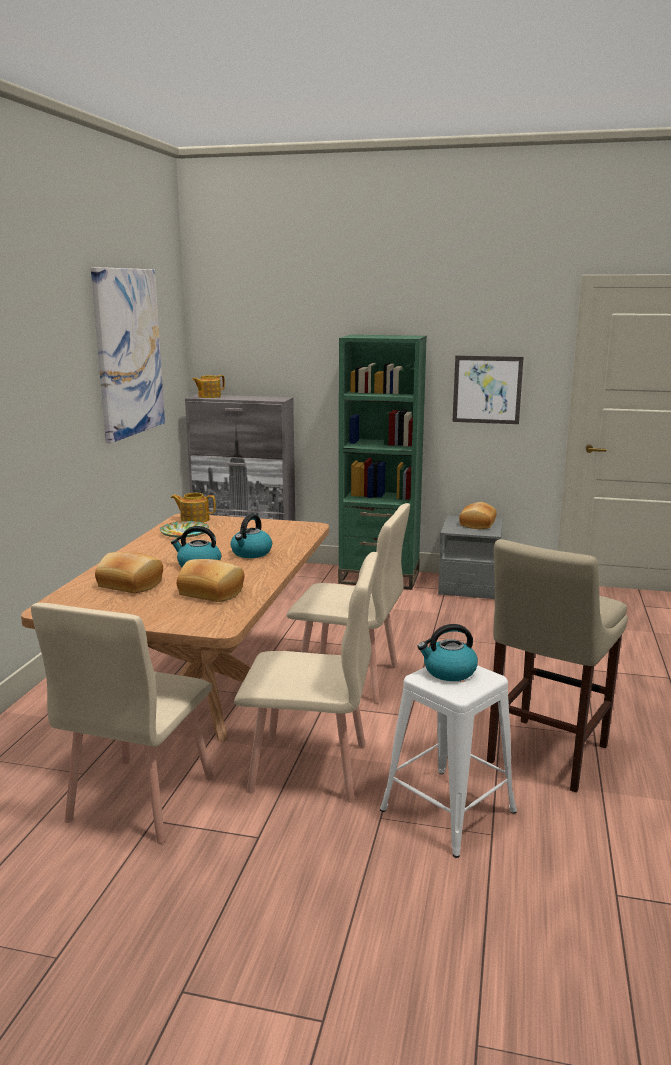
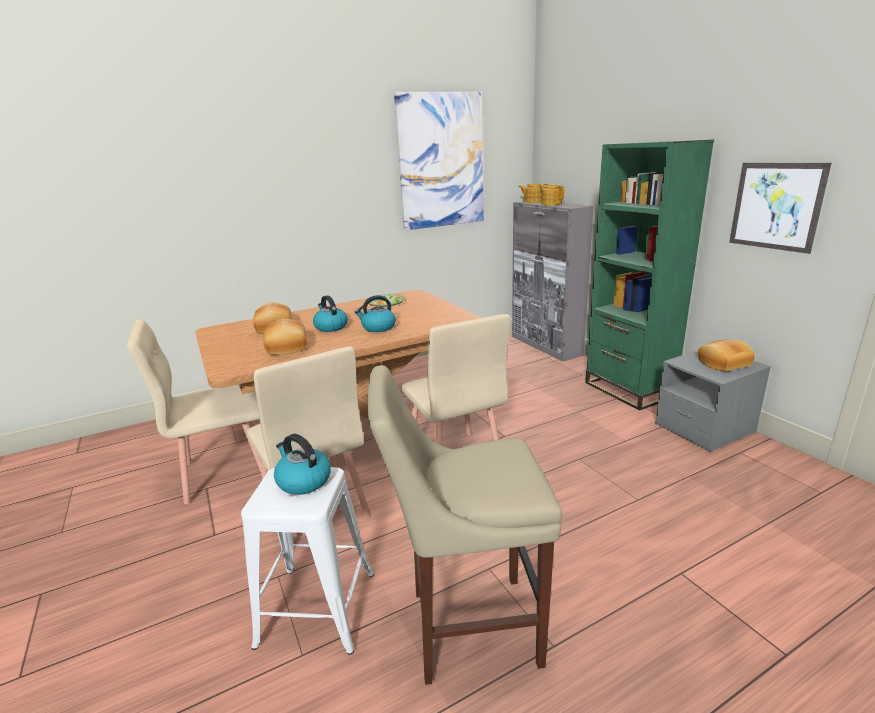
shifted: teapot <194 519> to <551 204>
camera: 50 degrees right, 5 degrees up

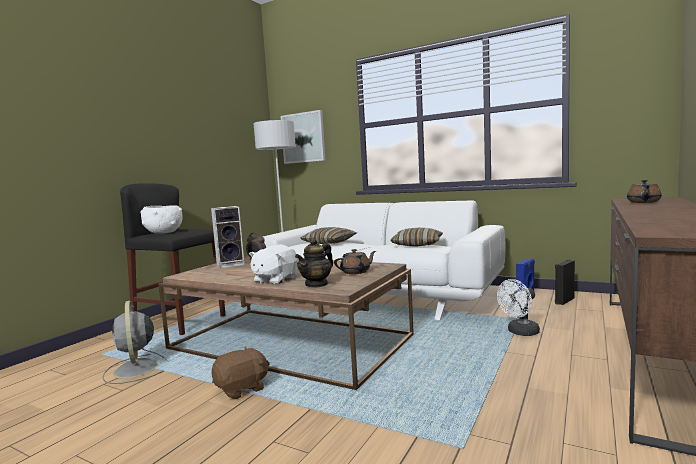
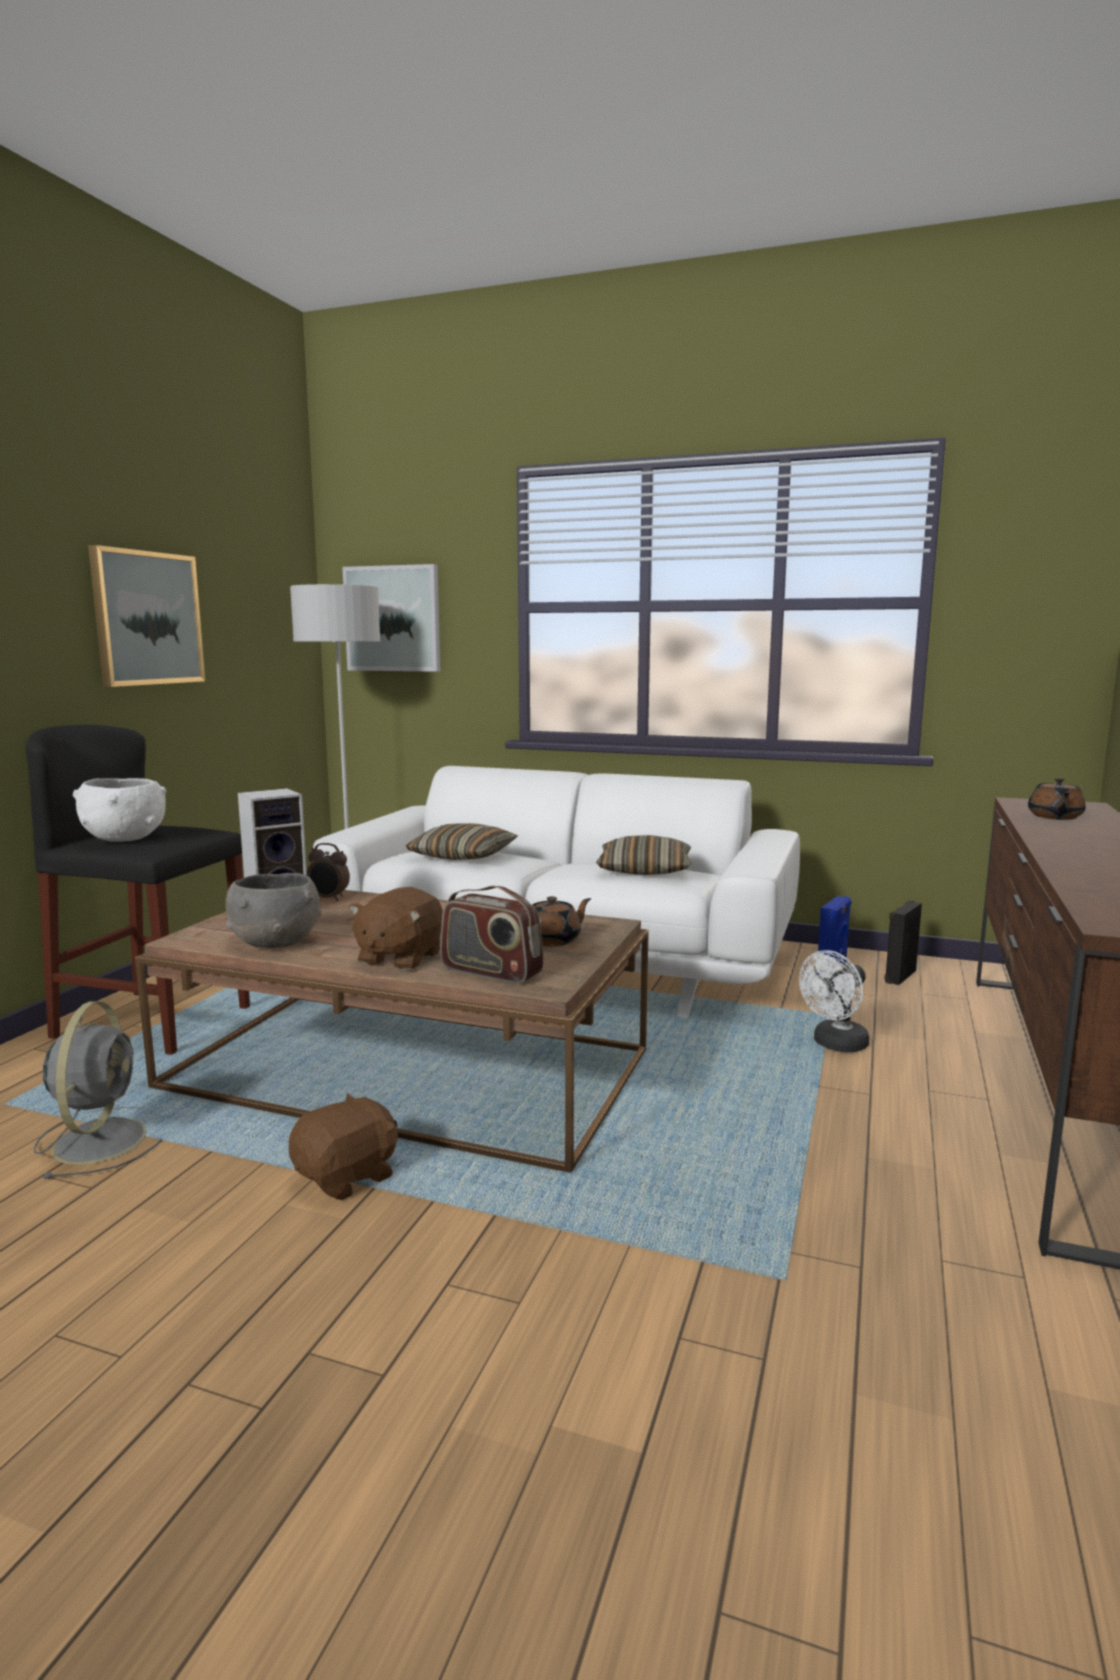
new: picture <147 618>; bowl/grey <275 942>
swapped: teapot <317 284> to radio <490 972>
repainted: plush toy/white <275 280> to plush toy/brown <399 958>
rotated: fan/grey <136 369> = <102 1139> 150 degrees counterclockwise
camera: 10 degrees left, 5 degrees up

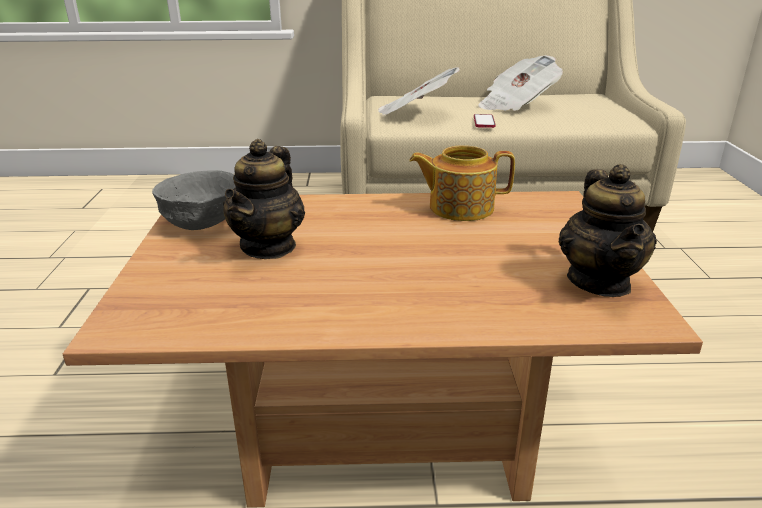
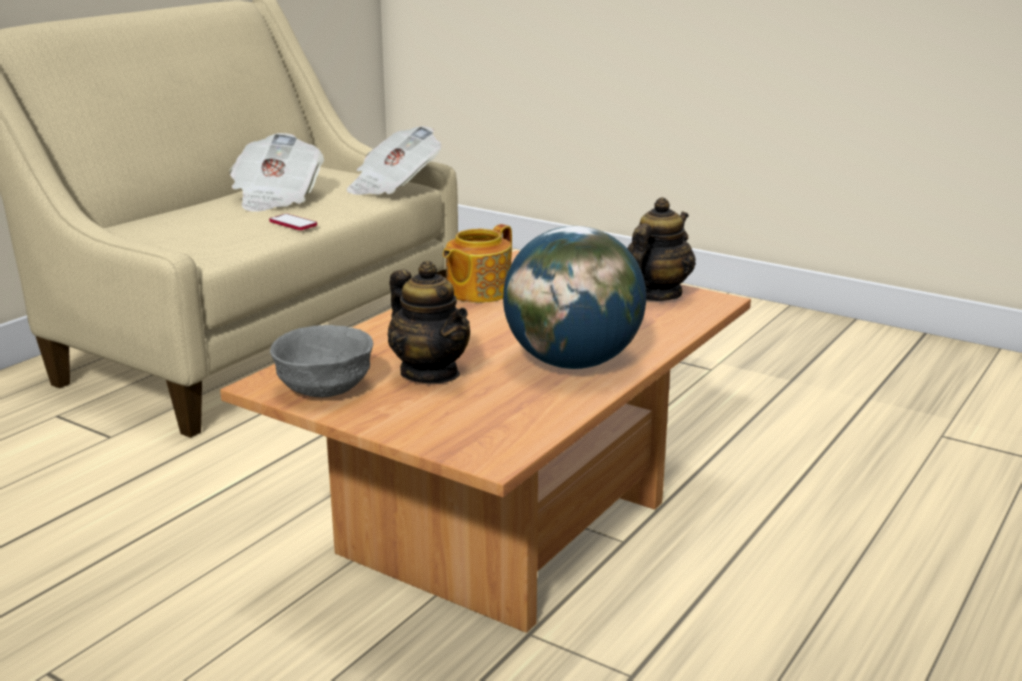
new: globe <572 362>
shifted: newspaper <415 114> to <393 187>
rotated: teapot <599 281> = <656 294> 90 degrees counterclockwise
camera: 55 degrees left, 5 degrees down

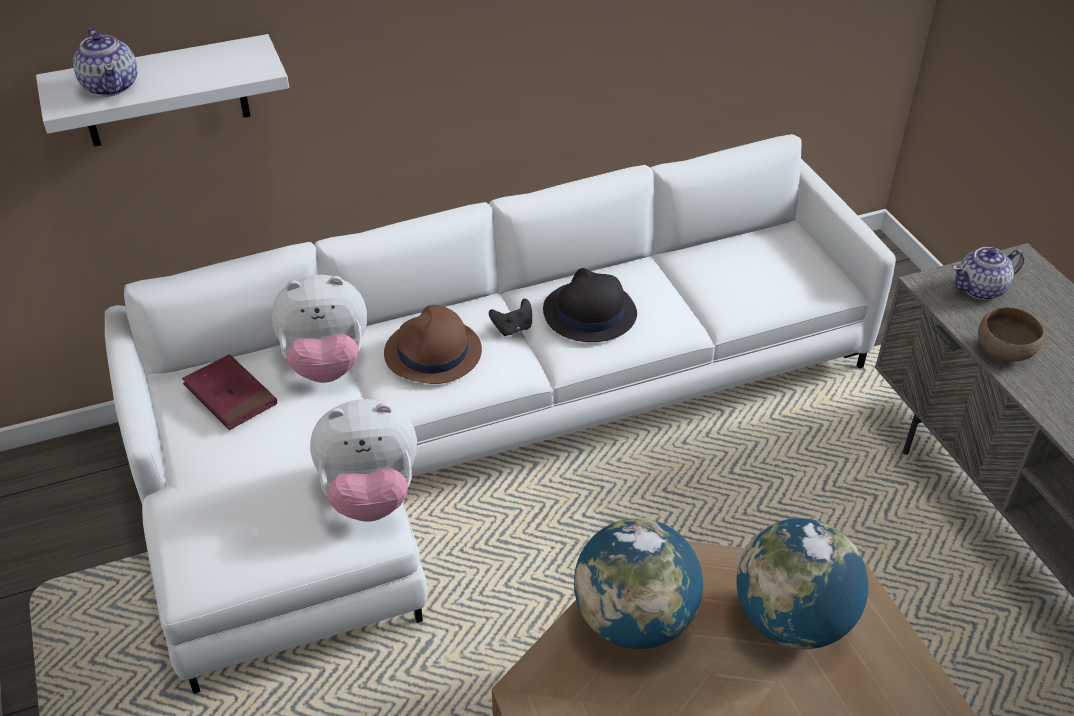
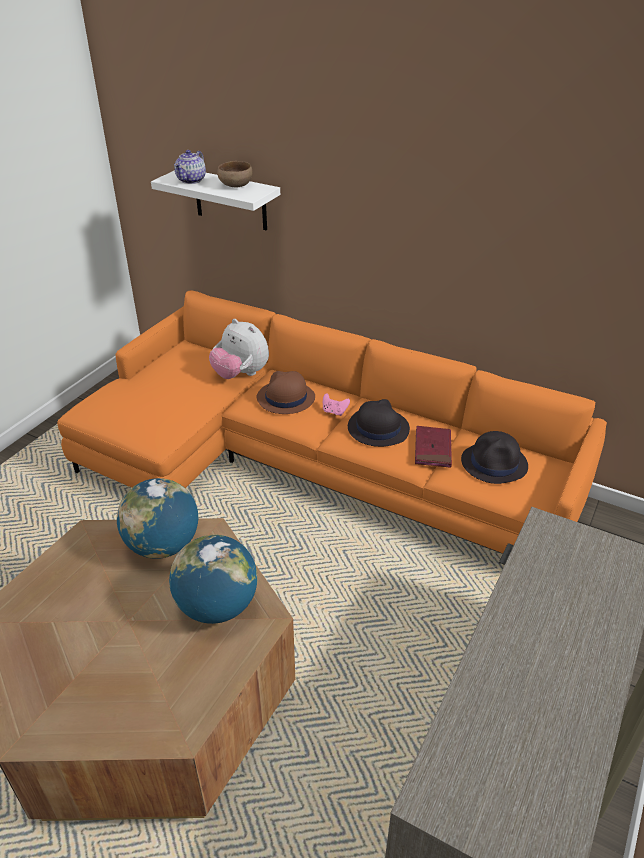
gone: plush toy <370 495>; teapot <981 289>
new: hat/black <494 463>
shifted: bowl/brown <1005 352> to <235 186>; book/red <230 395> to <432 449>
repainted: sofa/white <485 427> to sofa/orange <312 465>; game controller/black <513 328> to game controller/pink <334 412>
camera: 50 degrees right, 5 degrees down

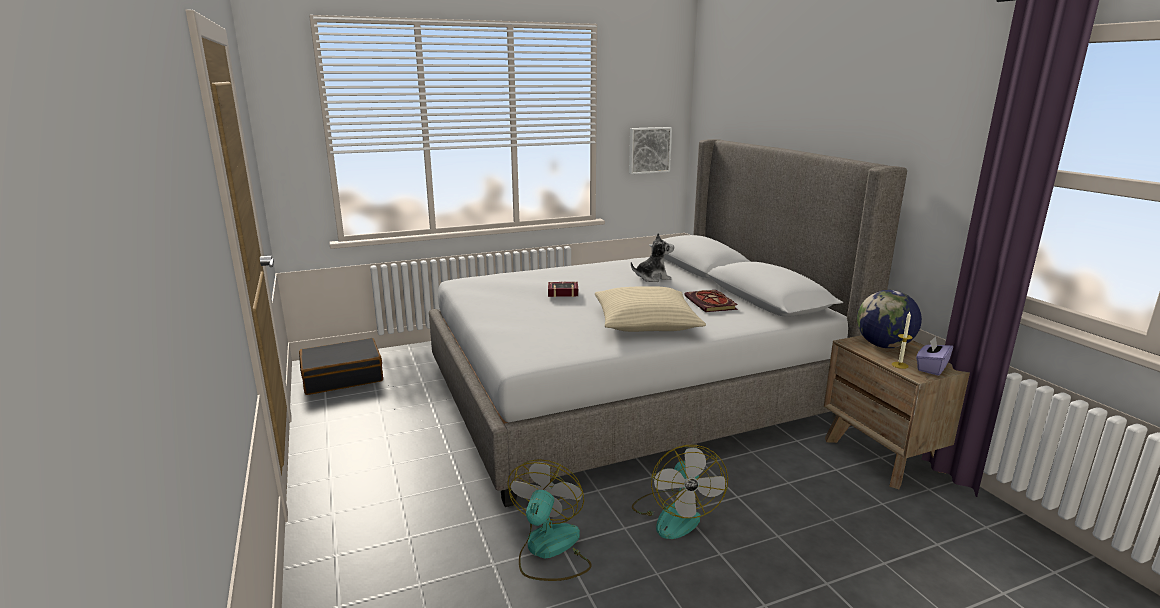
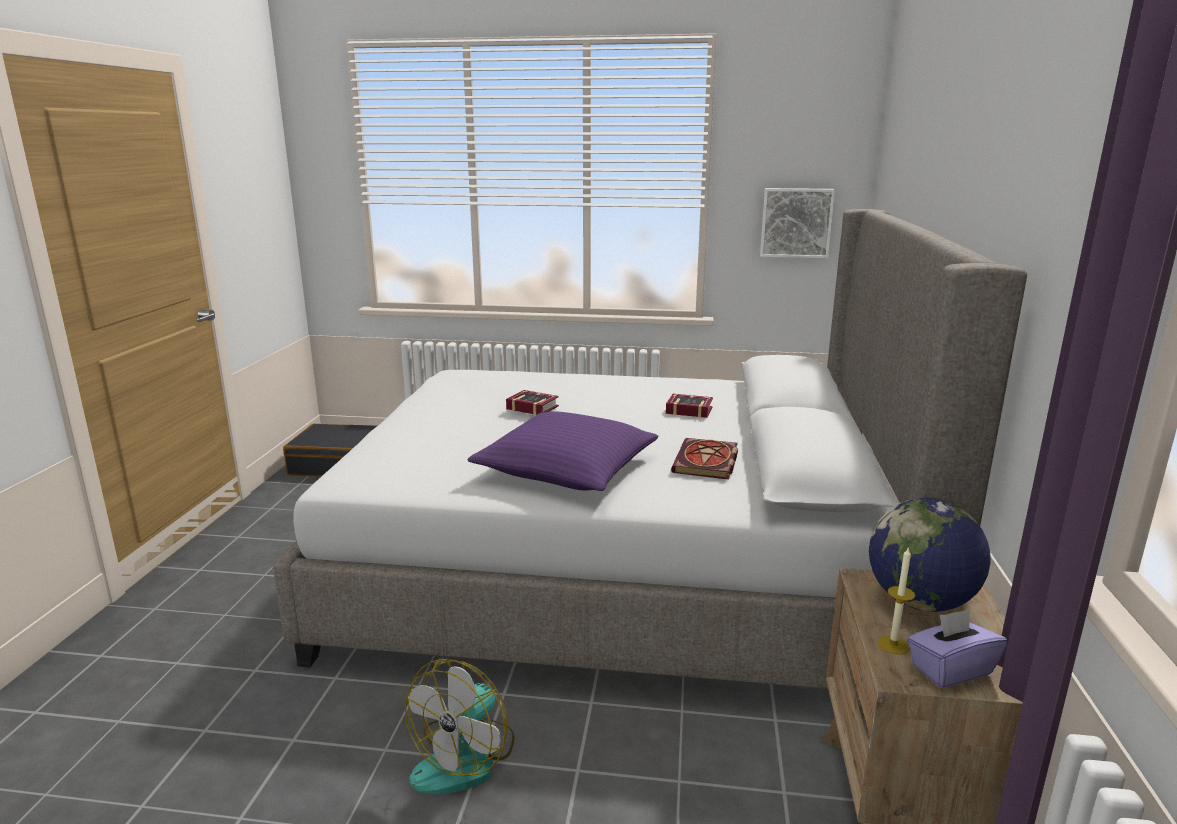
gone: fan <549 550>
swapped: plush toy <652 278> to book <687 410>
repainted: pillow/beige <645 322> to pillow/purple <567 468>
camera: 30 degrees right, 0 degrees up

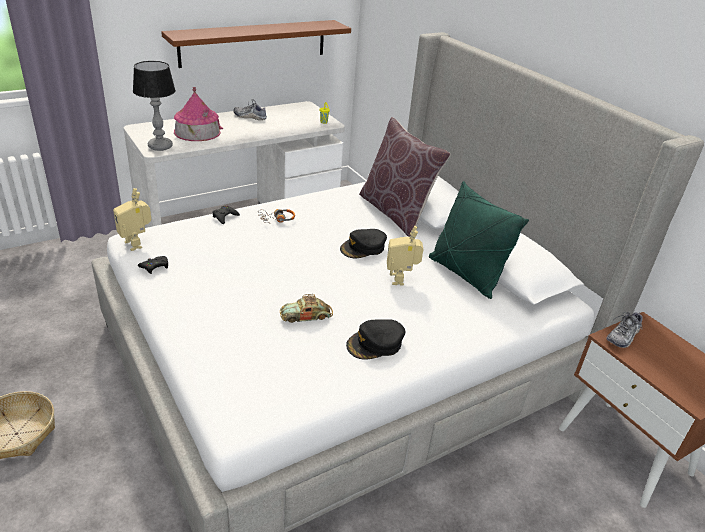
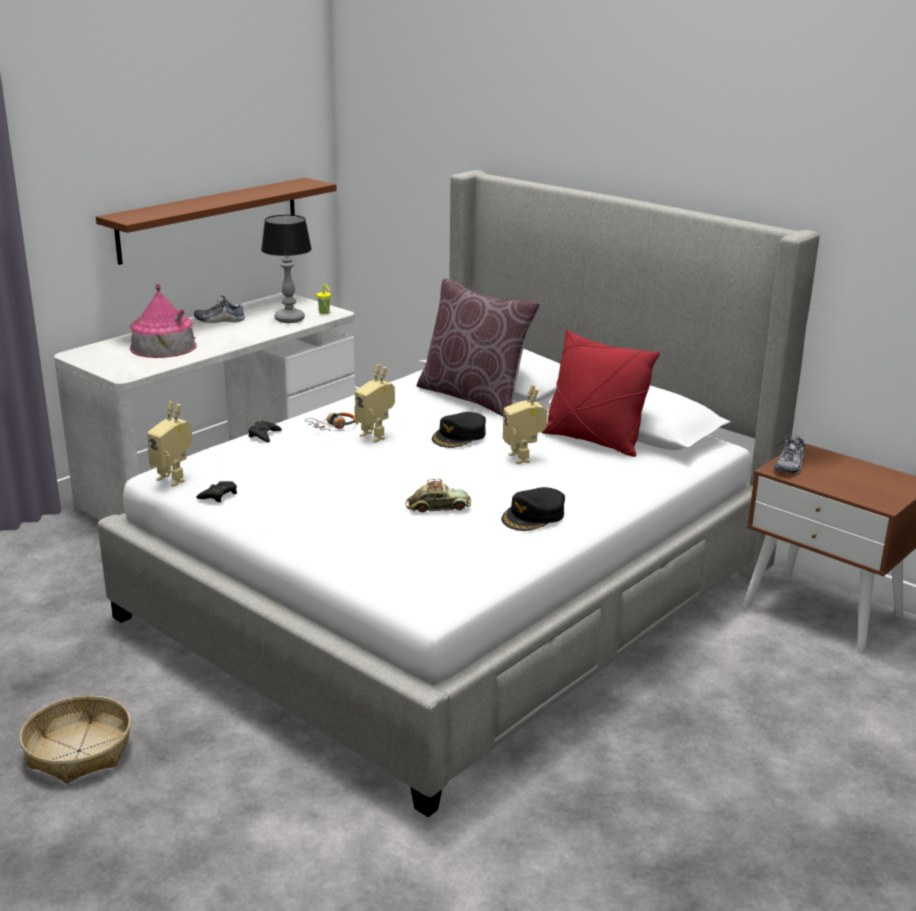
new: toy robot <376 436>
shifted: table lamp <161 146> to <290 319>
repainted: pillow/green <465 275> to pillow/red <593 441>
rotated: toy car <306 315> = <438 507> 150 degrees counterclockwise
camera: 15 degrees left, 10 degrees down

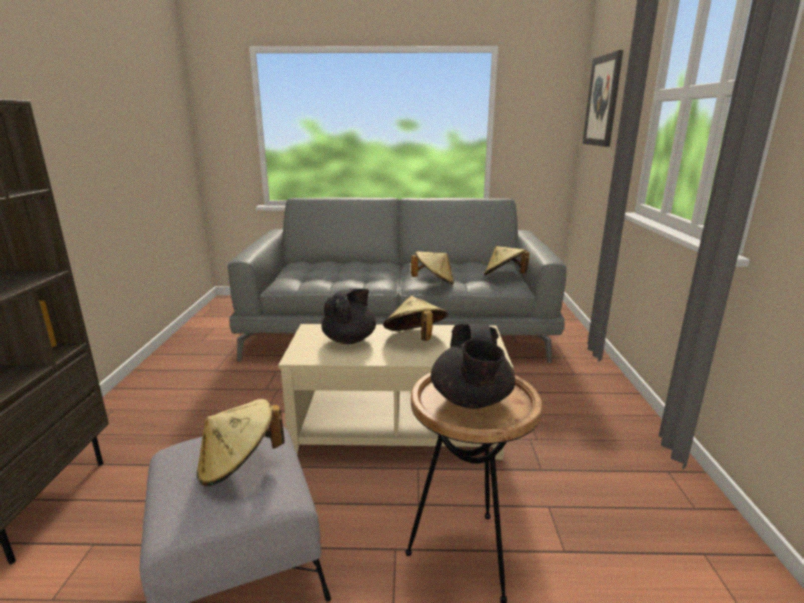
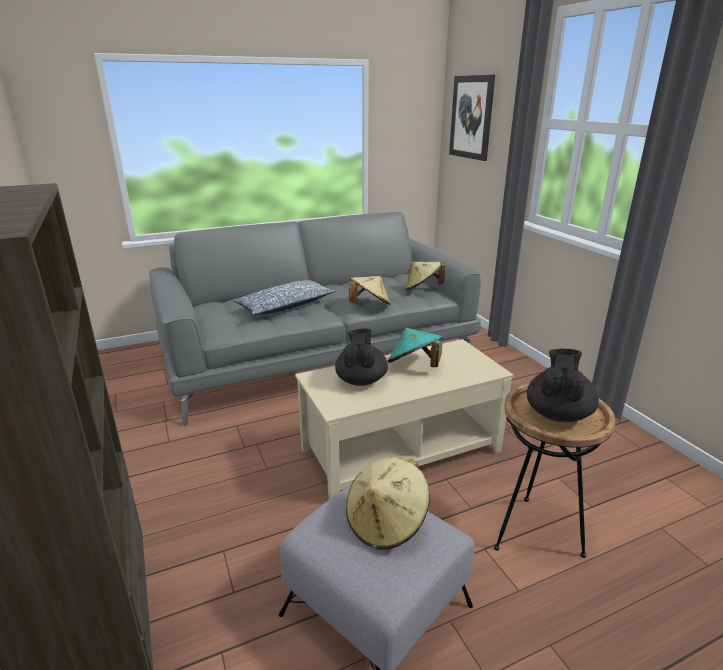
new: pillow <285 306>
repainted: hat/beige <415 338> to hat/turquoise <414 366>
rotated: teapot/black <471 401> = <558 413> 135 degrees counterclockwise
camera: 25 degrees left, 5 degrees up

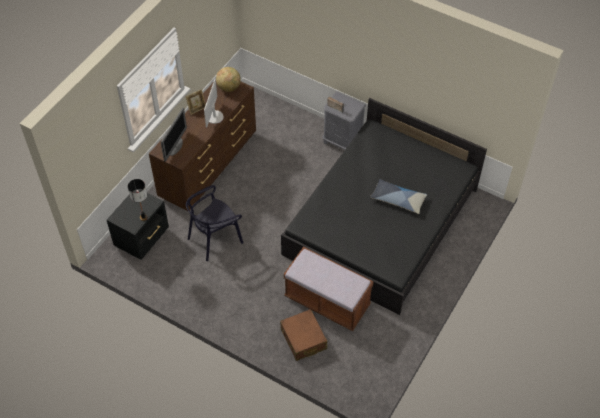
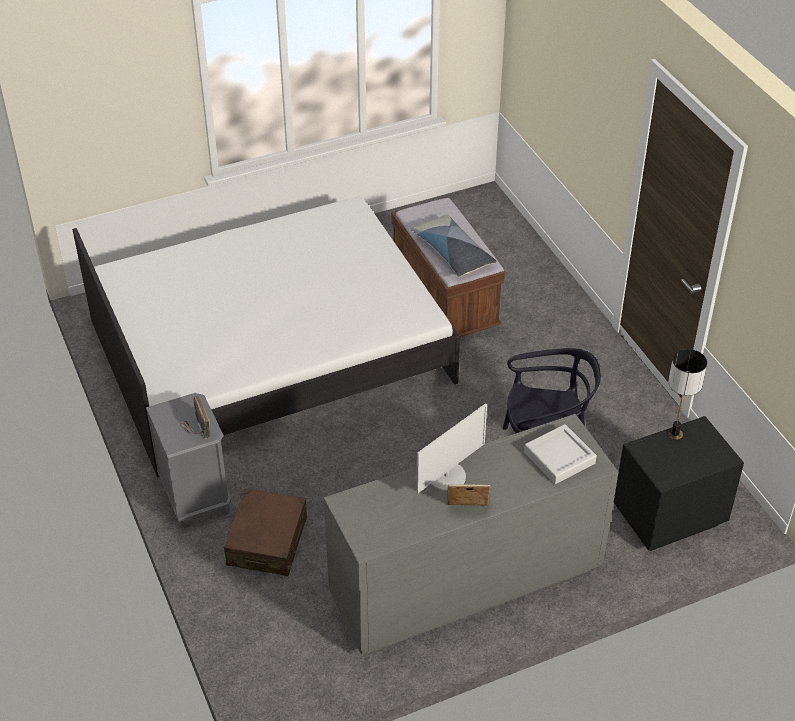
gone: globe <229 87>
shifted: suitcase/brown <303 339> to <267 541>; pillow <398 199> to <452 253>
swapped: monitor <175 147> to tray/grey <559 458>
repainted: bed/black <381 222> to bed/white <270 352>; dresser/brown <209 165> to dresser/grey <464 584>
camera: 145 degrees left, 10 degrees down

